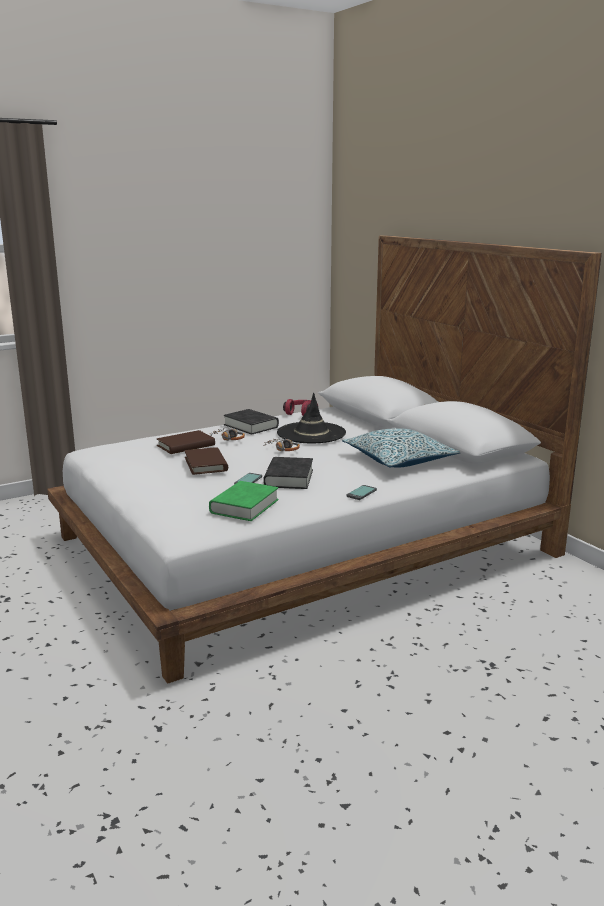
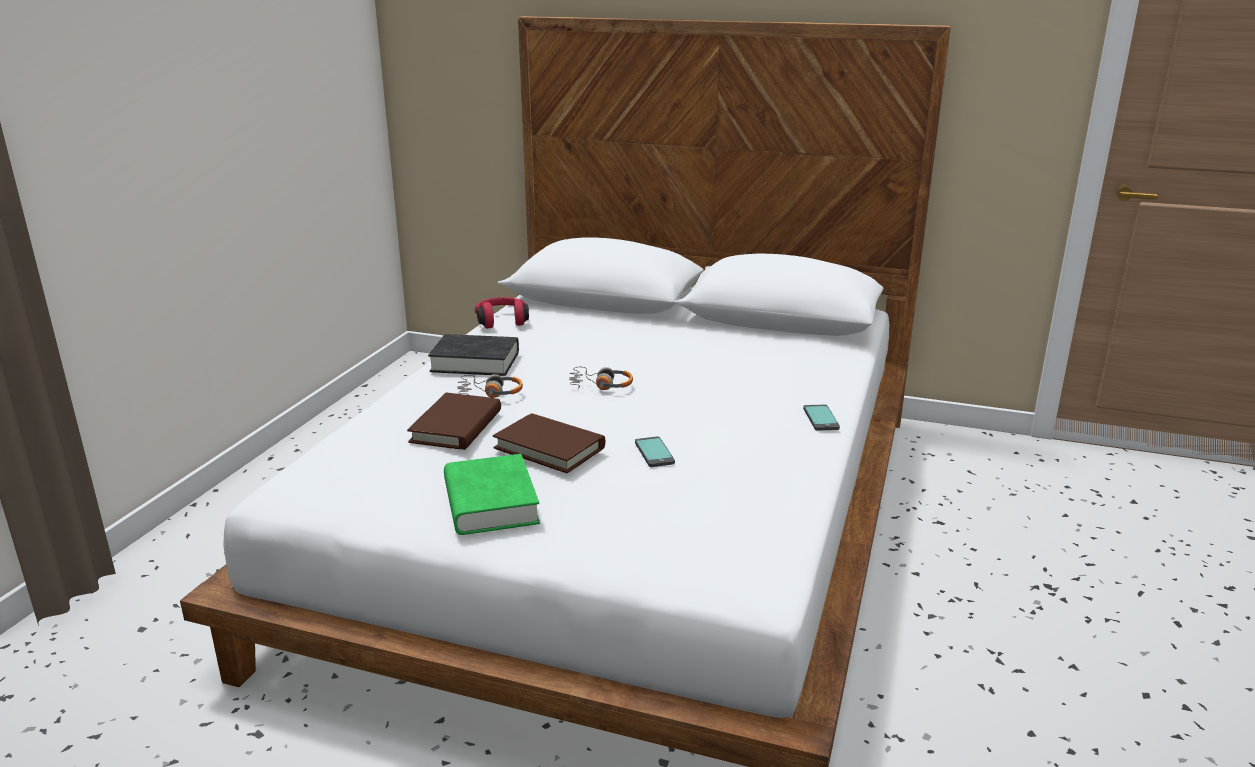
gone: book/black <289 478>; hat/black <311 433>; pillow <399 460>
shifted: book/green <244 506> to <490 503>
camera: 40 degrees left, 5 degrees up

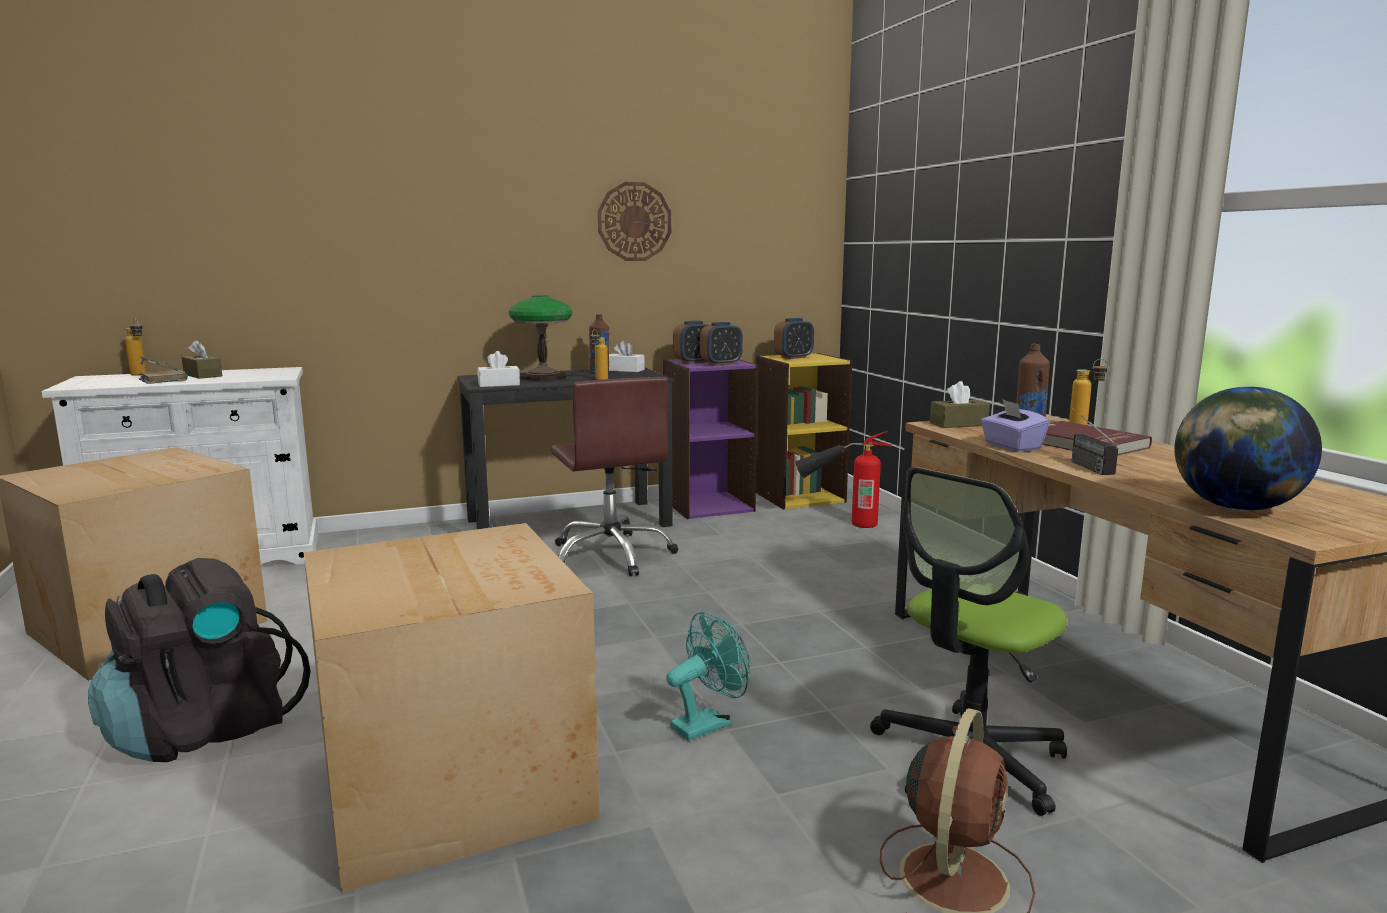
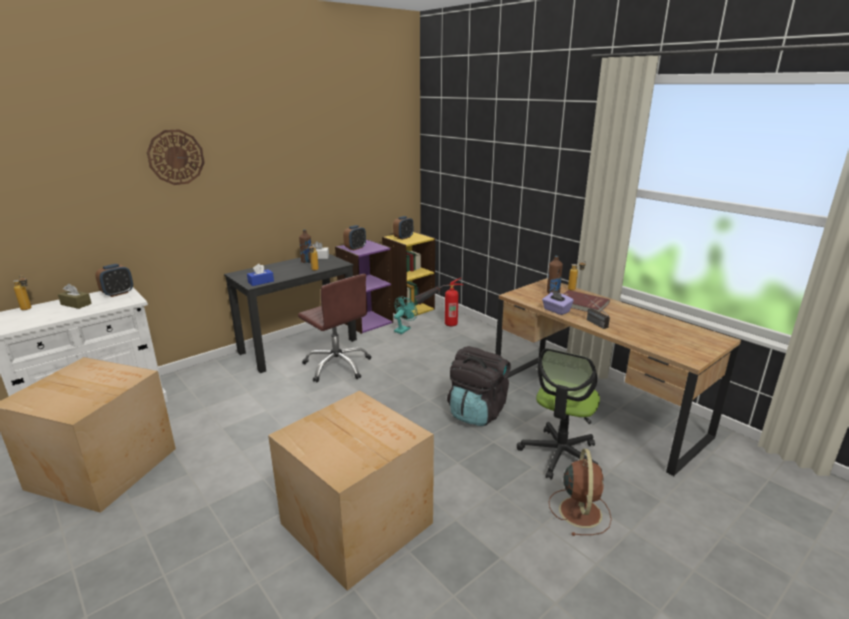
gone: book <163 380>; table lamp <543 377>; tissue box/brown <958 424>; globe <1235 508>
shifted: alarm clock <721 364> to <118 293>; wall clock <634 221> to <176 157>; fan/turquoise <707 723> to <403 329>; backpack/black <204 729> to <477 412>
repainted: tissue box/white <499 384> to tissue box/blue <261 282>
camera: 20 degrees left, 10 degrees up

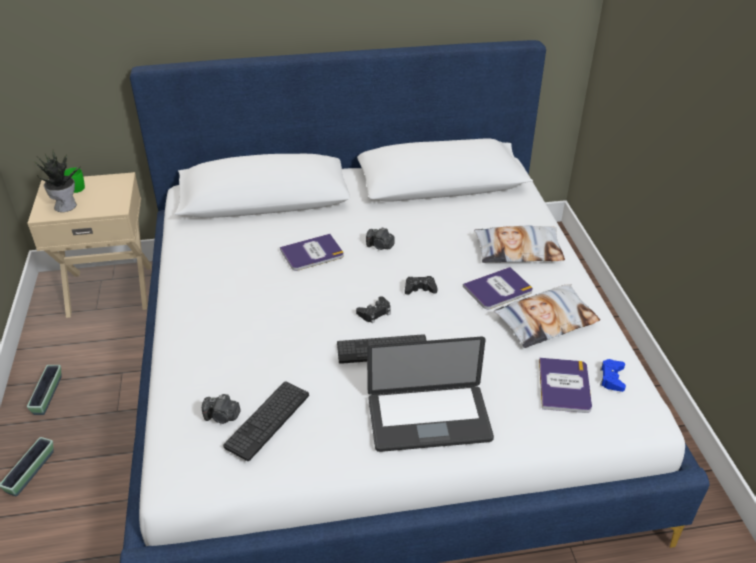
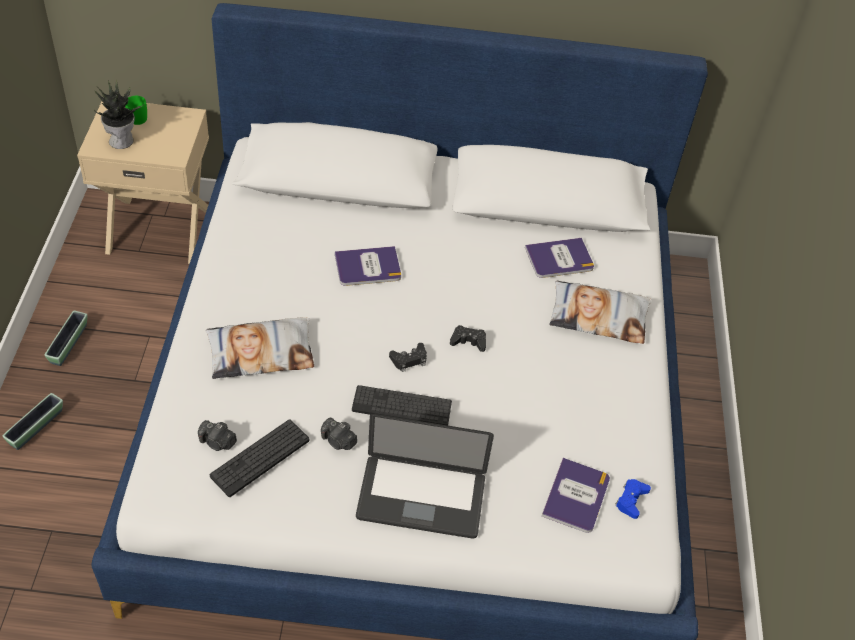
shifted: pillow <546 321> to <261 353>; photo camera <380 246> to <338 441>; book <498 289> to <559 259>
camera: 10 degrees right, 10 degrees up

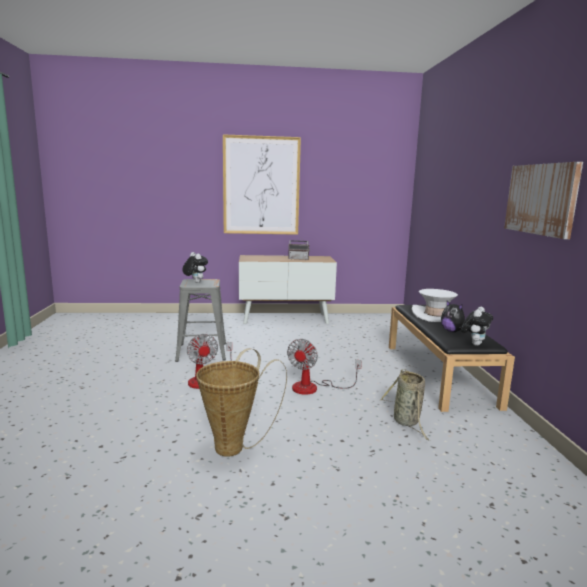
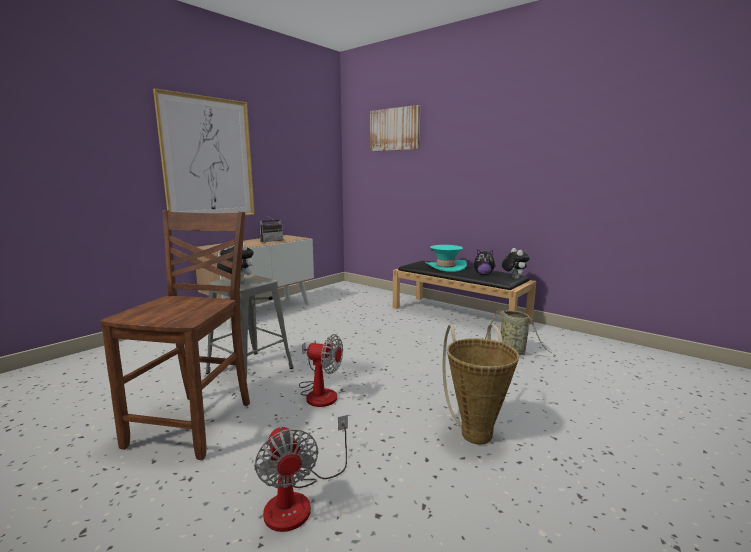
new: chair/brown <195 423>
shifted: fan <314 388> to <299 500>; picture <541 199> to <394 129>
repainted: hat/white <435 315> to hat/turquoise <445 267>
camera: 45 degrees left, 0 degrees up

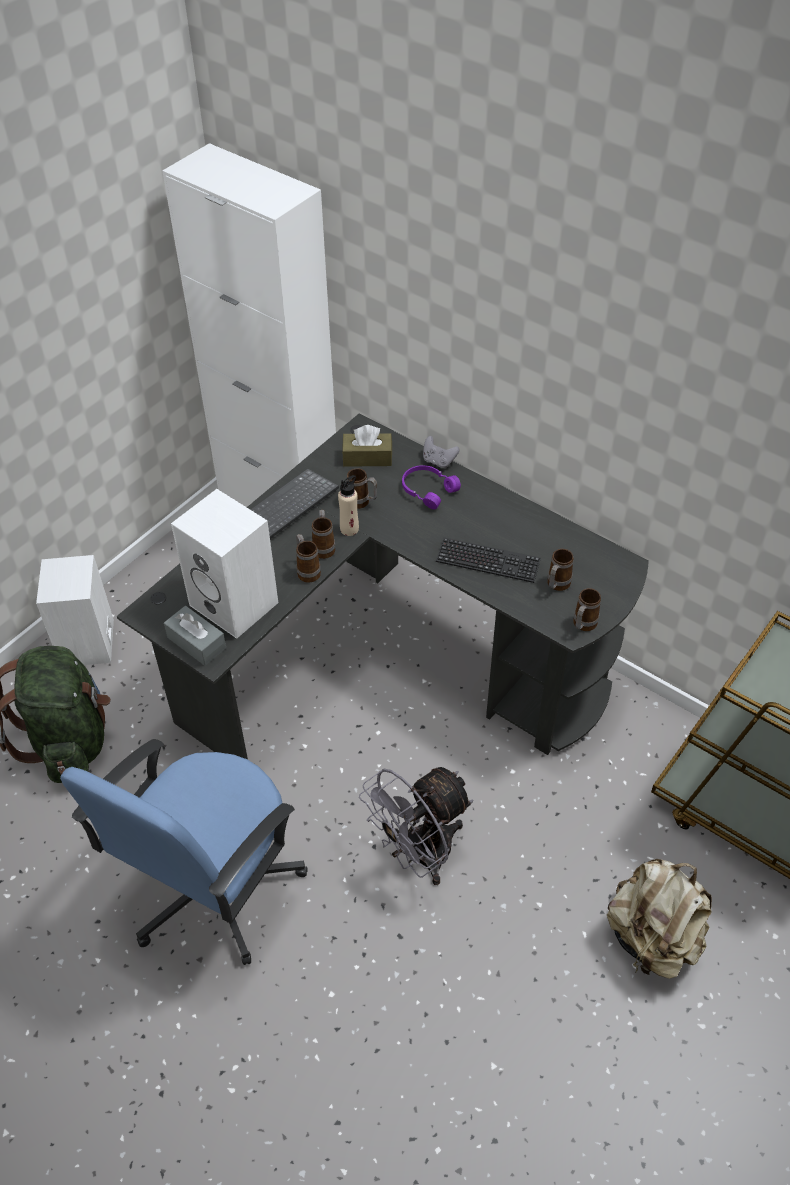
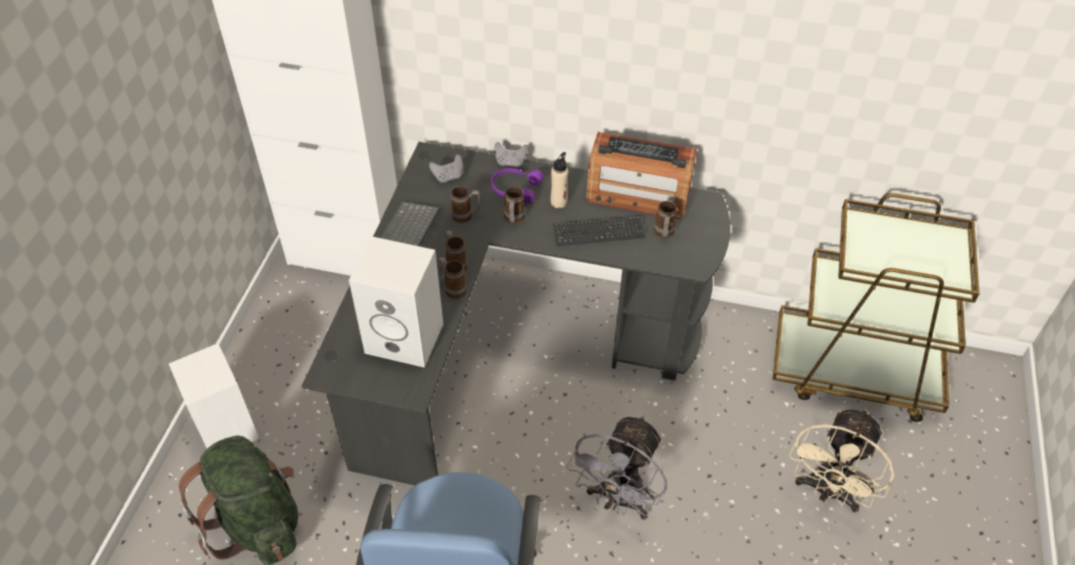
gone: tissue box/grey <196 643>
new: radio <638 194>
shifted: mug <582 626> to <513 220>; bottle/beige <349 529> to <558 202>
swapped: tissue box/brown <367 457> to game controller/grey <448 177>; backpack/beige <652 937> to fan/beige <827 492>
camera: 25 degrees left, 0 degrees up

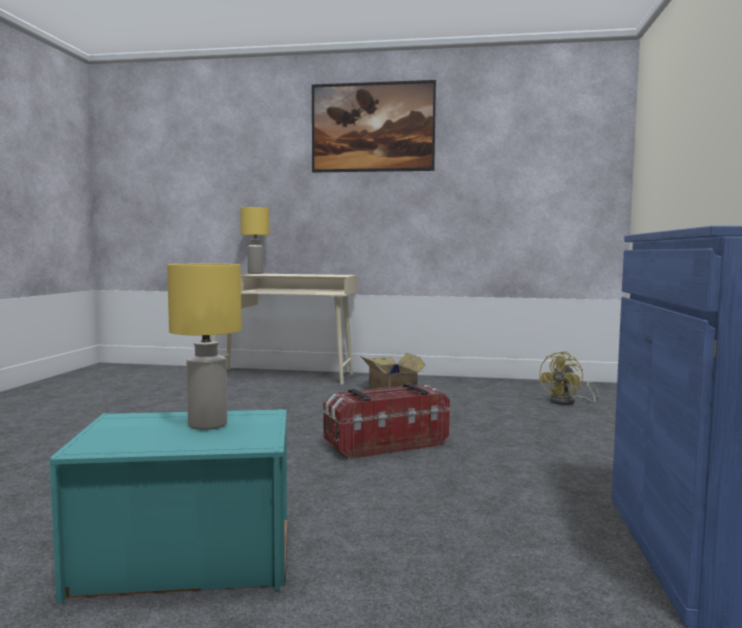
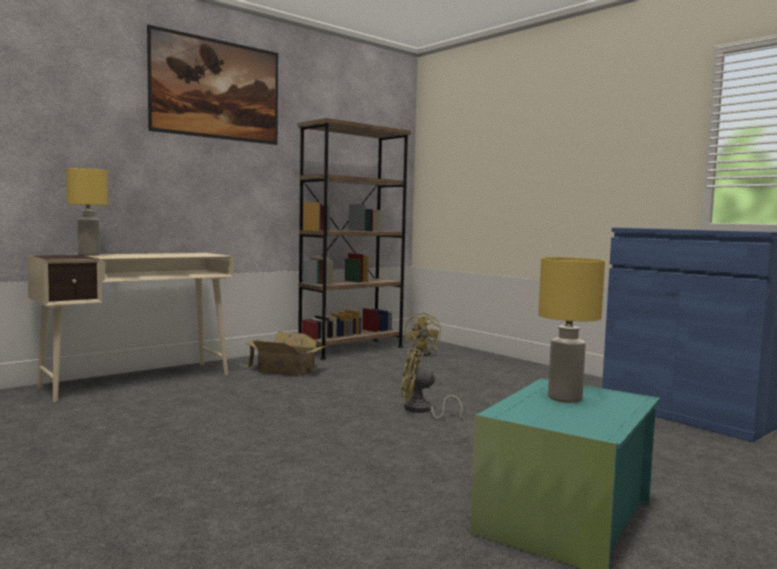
new: bookcase/brown <351 349>
swapped: storage box <385 444> to fan/yellow <421 411>
camera: 50 degrees left, 0 degrees up

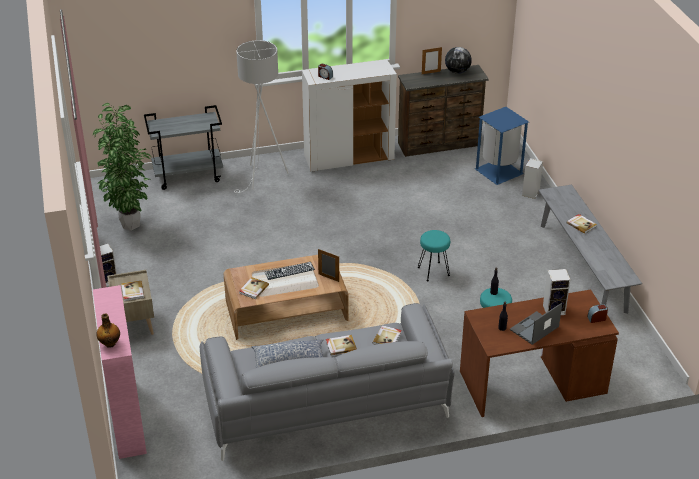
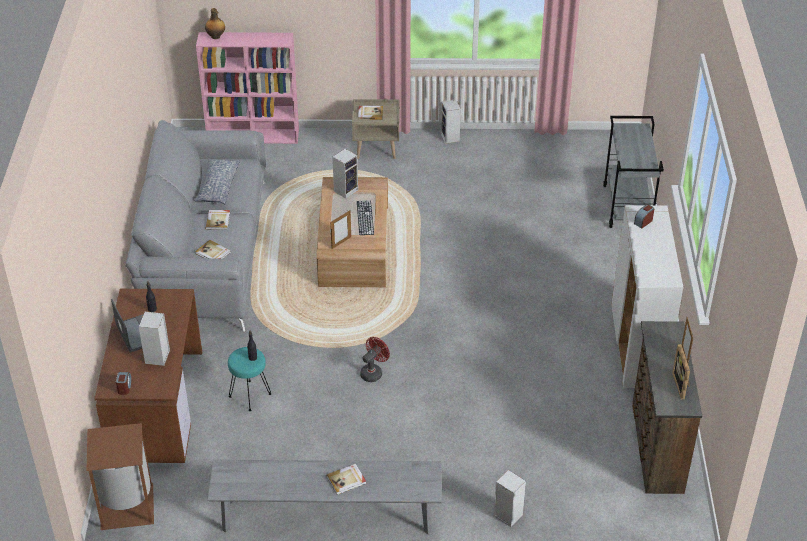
gone: potted plant <130 224>; floor lamp/white <262 178>; trash can/blue <499 171>
new: trash can/brown <128 507>
swapped: book <253 289> to speaker <346 190>; stool/turquoise <433 272> to fan/red <373 372>; globe <457 71> to picture frame <682 385>
camera: 105 degrees right, 5 degrees up

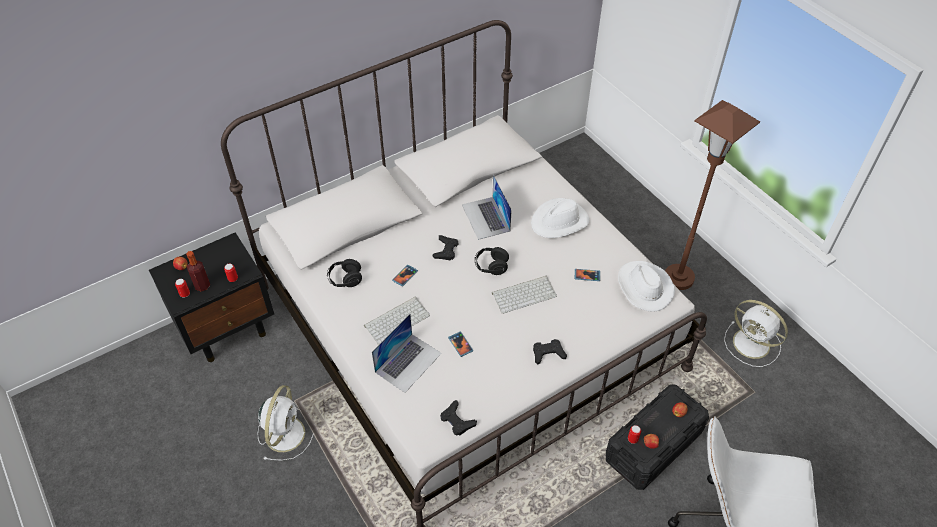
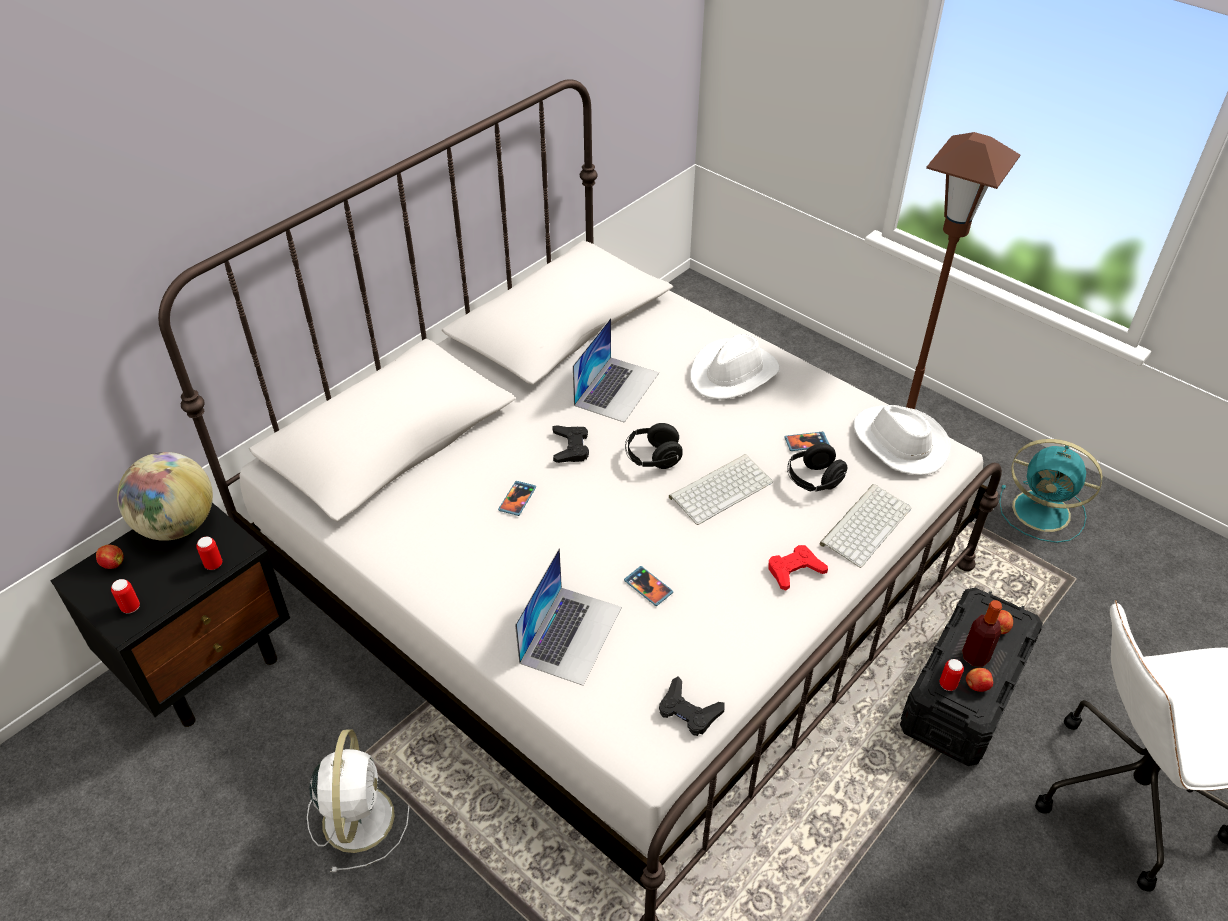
new: globe <177 525>
shifted: headphones/black <345 279> to <814 480>; keyboard <397 319> to <865 524>; bottle <202 285> to <975 656>
repainted: game controller/black <548 353> to game controller/red <794 570>; fan/white <753 344> to fan/turquoise <1044 512>
rotated: laptop <486 218> = <616 388> 120 degrees counterclockwise
camera: 15 degrees left, 5 degrees down

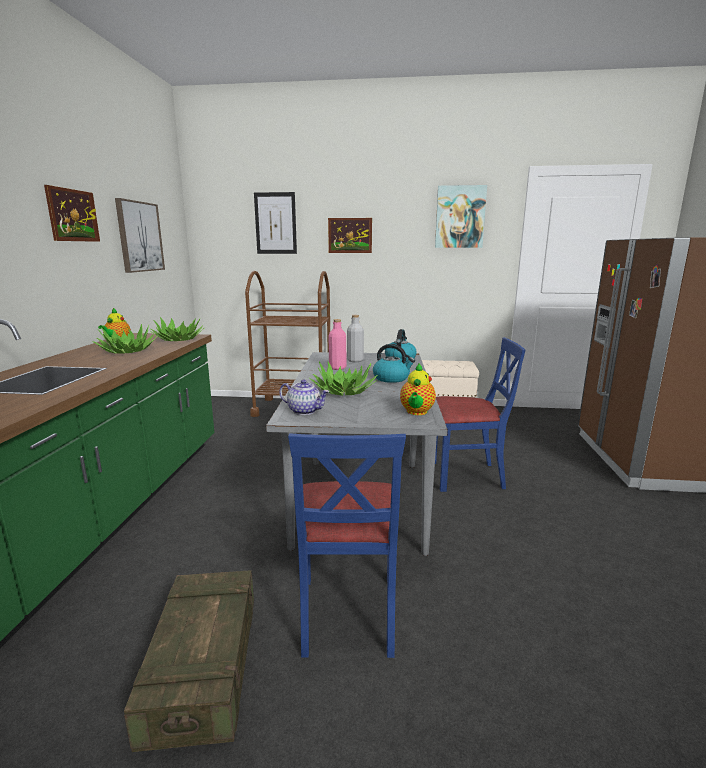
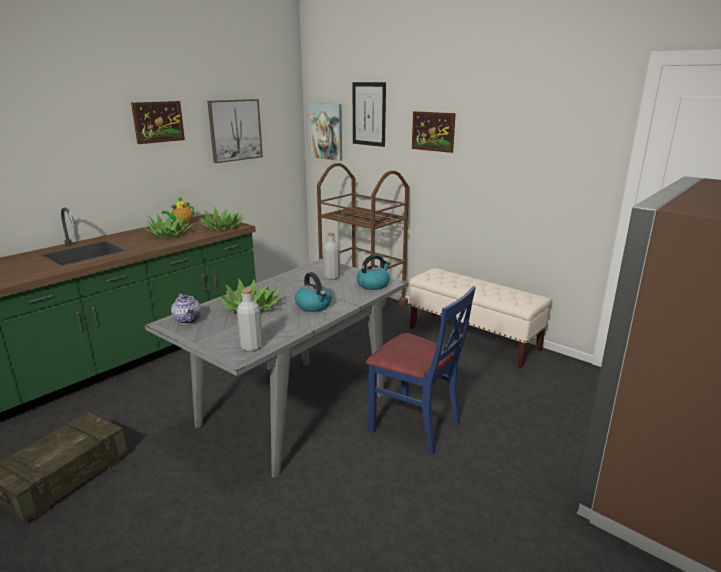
gone: chair/blue <348 613>; bottle/pink <337 368>
shifted: picture <460 217> to <326 131>
swapped: teapot <416 412> to bottle/grey <251 347>
camera: 35 degrees right, 5 degrees up

